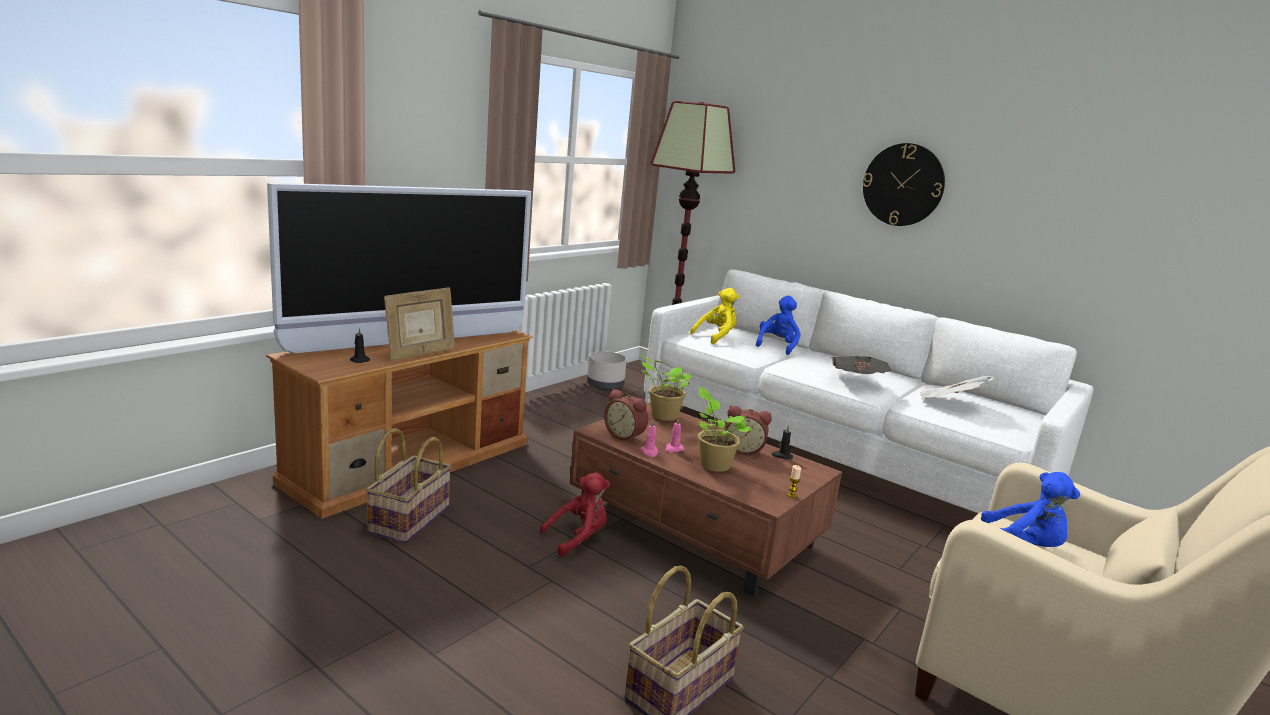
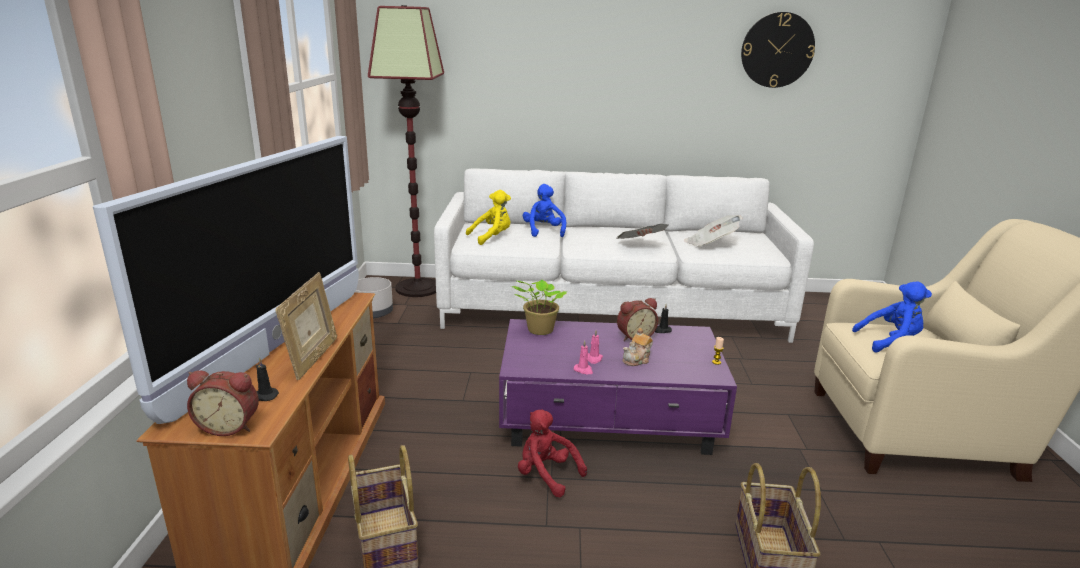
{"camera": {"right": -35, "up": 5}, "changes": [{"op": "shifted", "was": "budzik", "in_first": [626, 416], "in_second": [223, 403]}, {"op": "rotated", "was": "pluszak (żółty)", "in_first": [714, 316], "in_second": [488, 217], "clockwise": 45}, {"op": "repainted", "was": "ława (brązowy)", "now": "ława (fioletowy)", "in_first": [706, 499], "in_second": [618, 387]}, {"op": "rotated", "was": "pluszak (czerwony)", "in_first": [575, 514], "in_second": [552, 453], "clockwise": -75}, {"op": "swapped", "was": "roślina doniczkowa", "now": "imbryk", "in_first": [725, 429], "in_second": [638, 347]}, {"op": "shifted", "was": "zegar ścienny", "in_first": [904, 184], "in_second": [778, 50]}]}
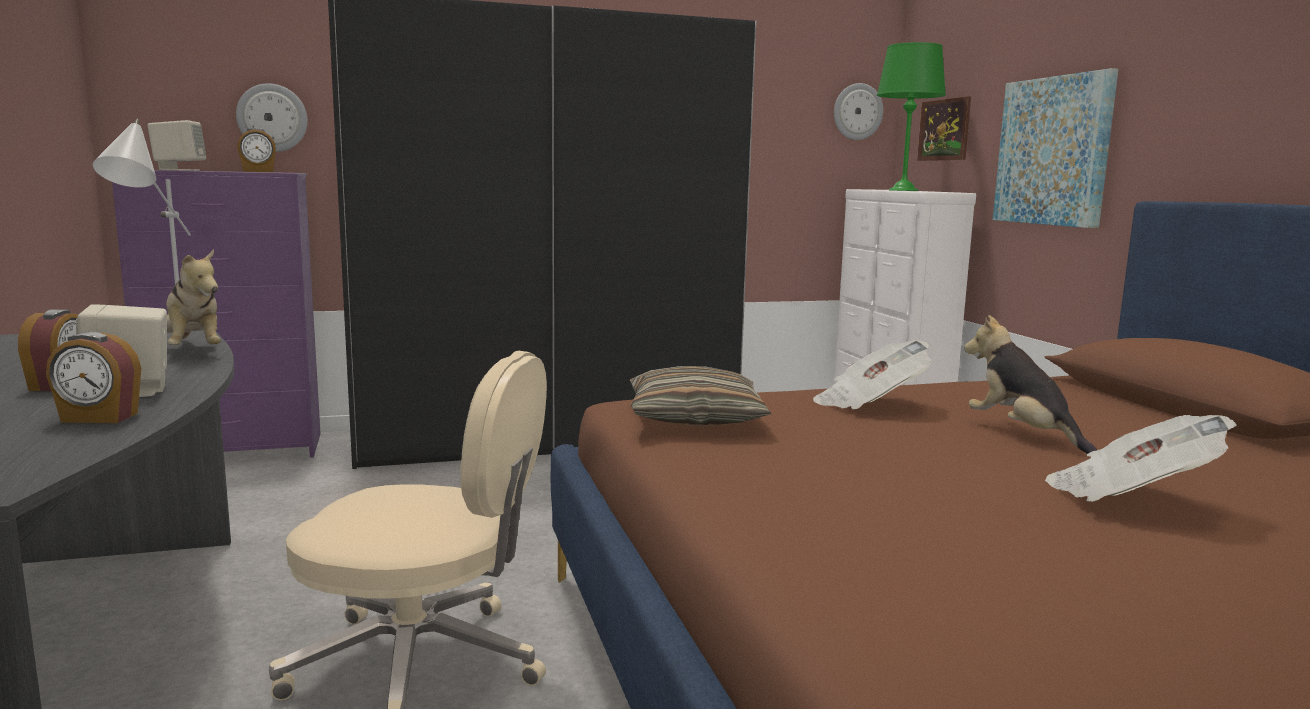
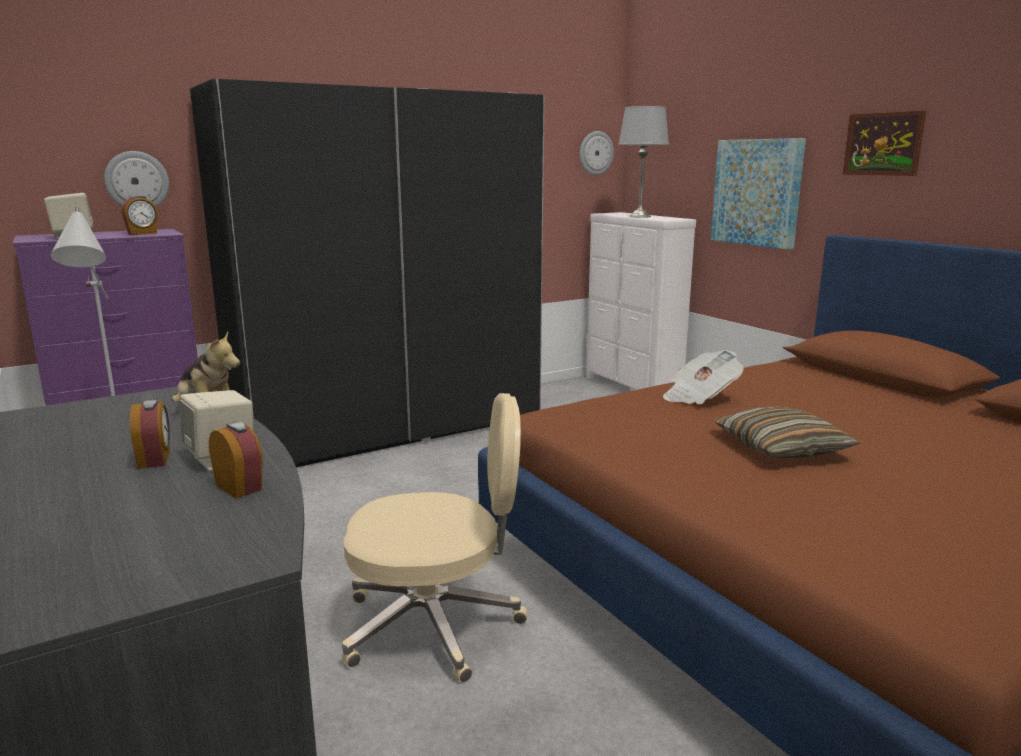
{"camera": {"right": -15, "up": 5}, "changes": [{"op": "rotated", "was": "budzik", "in_first": [93, 377], "in_second": [236, 459], "clockwise": -120}, {"op": "repainted", "was": "lampa stołowa (zielony)", "now": "lampa stołowa (szary)", "in_first": [911, 116], "in_second": [643, 162]}, {"op": "shifted", "was": "poduszka", "in_first": [700, 396], "in_second": [787, 432]}, {"op": "shifted", "was": "obraz", "in_first": [944, 128], "in_second": [884, 143]}, {"op": "gone", "was": "pluszak", "in_first": [1030, 384]}, {"op": "gone", "was": "gazeta", "in_first": [1141, 458]}]}
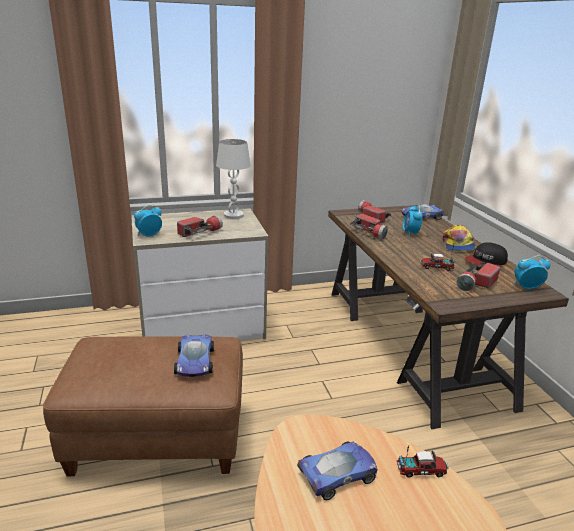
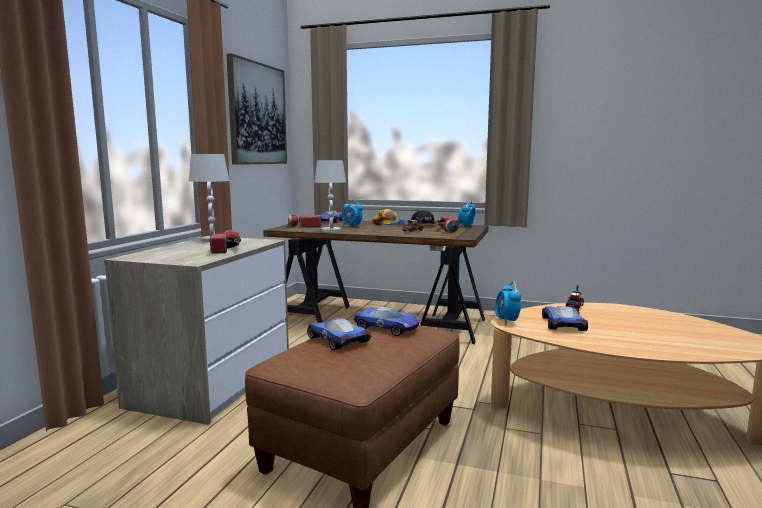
{"camera": {"right": -55, "up": -15}, "changes": [{"op": "new", "now": "obraz", "in_second": [256, 109]}, {"op": "new", "now": "samochodzik", "in_second": [339, 334]}, {"op": "swapped", "was": "latarka", "now": "lampa stołowa (biały)", "in_first": [369, 227], "in_second": [330, 196]}, {"op": "shifted", "was": "budzik", "in_first": [148, 220], "in_second": [508, 303]}]}
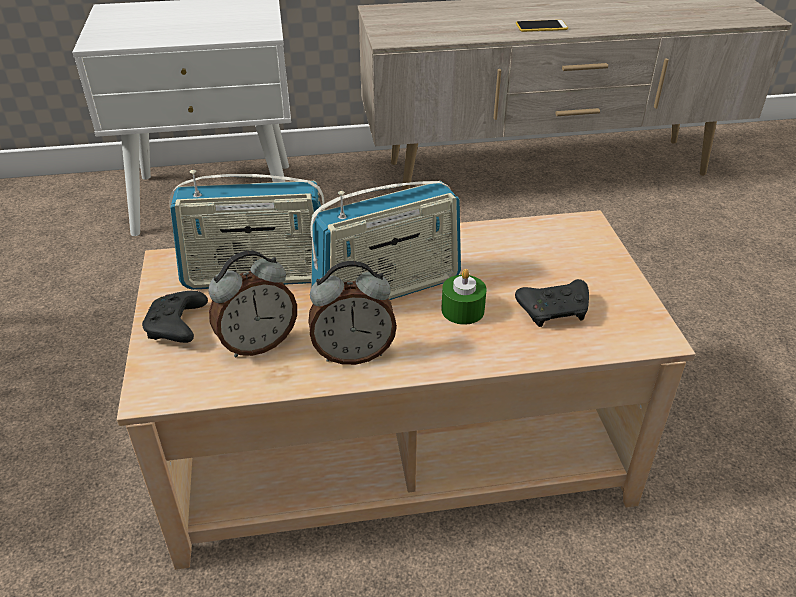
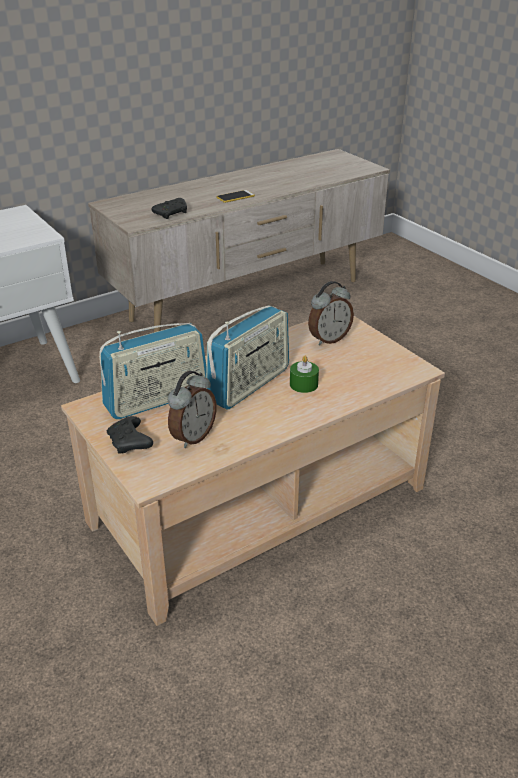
{"camera": {"right": -25, "up": -5}, "changes": [{"op": "shifted", "was": "pad do gier (czarny)", "in_first": [552, 303], "in_second": [169, 208]}, {"op": "shifted", "was": "budzik", "in_first": [352, 313], "in_second": [331, 313]}]}
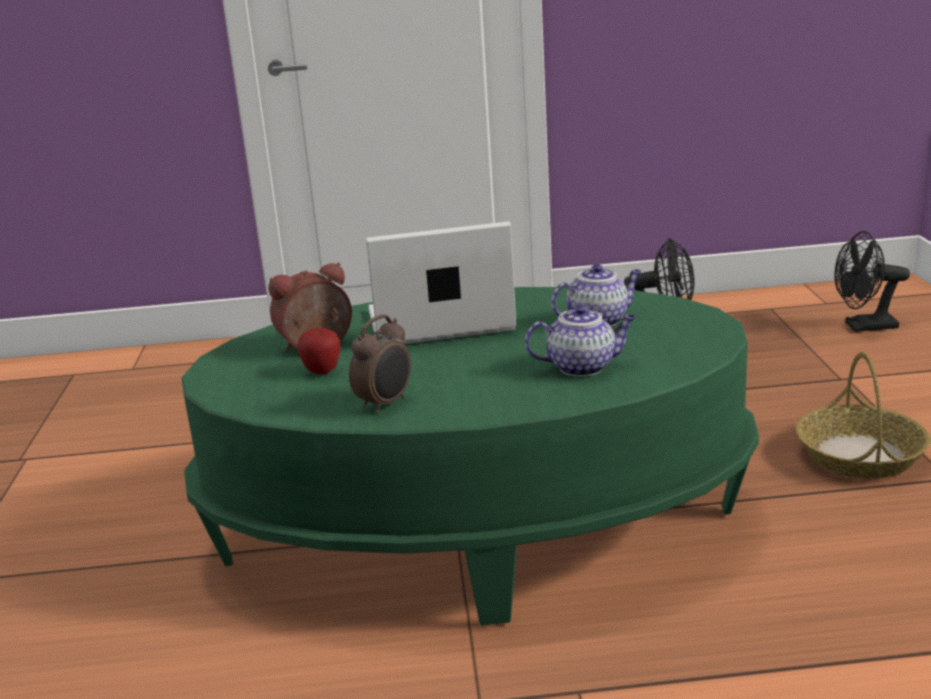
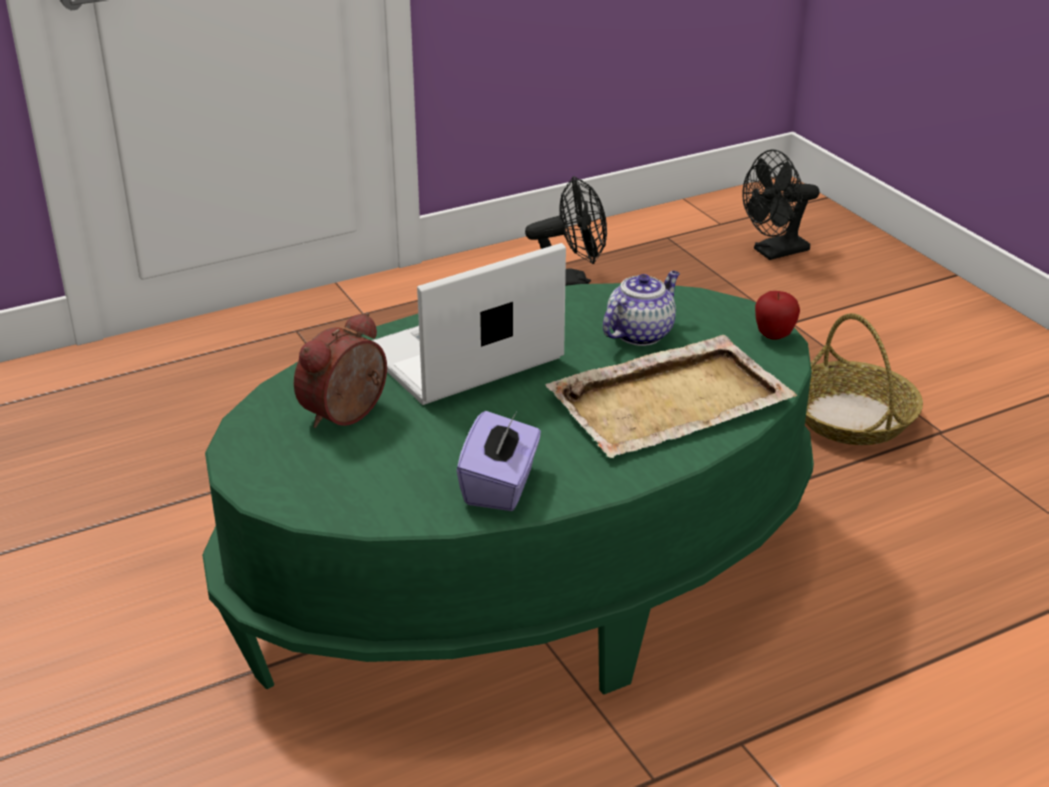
{"camera": {"right": -25, "up": 10}, "changes": [{"op": "swapped", "was": "budzik", "now": "pudełko chusteczek (fioletowy)", "in_first": [380, 364], "in_second": [498, 461]}, {"op": "swapped", "was": "imbryk", "now": "taca (beżowy)", "in_first": [580, 341], "in_second": [671, 396]}, {"op": "shifted", "was": "jabłko", "in_first": [319, 351], "in_second": [777, 315]}]}
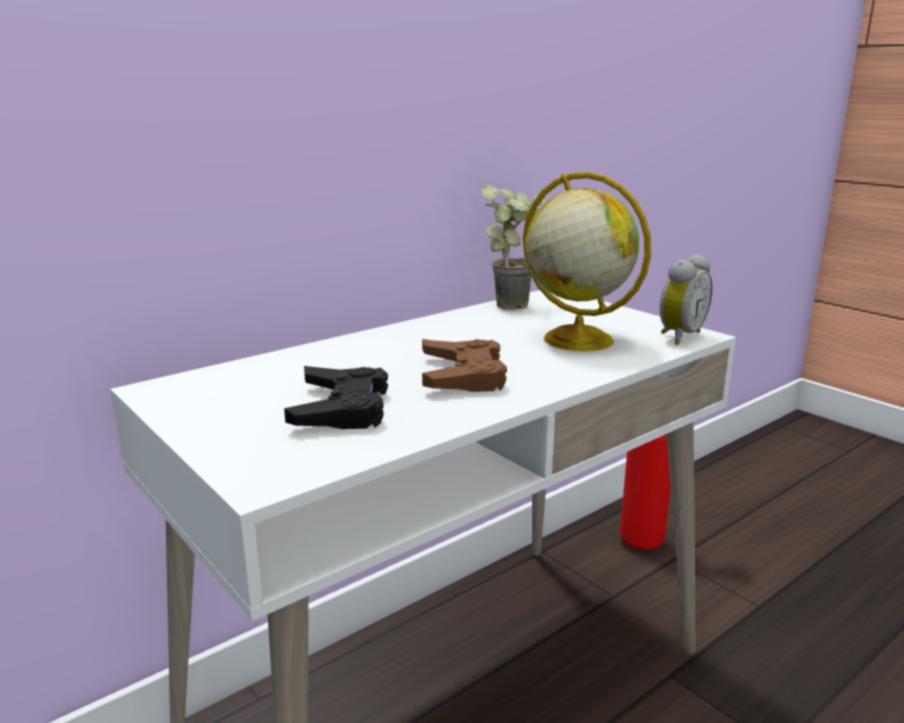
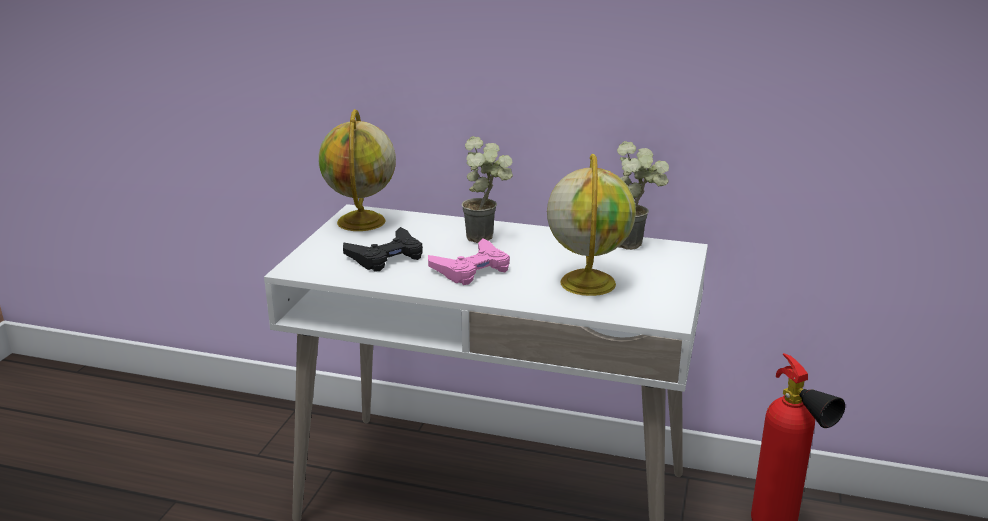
{"camera": {"right": 55, "up": 5}, "changes": [{"op": "new", "now": "globus", "in_second": [357, 170]}, {"op": "repainted", "was": "pad do gier (brązowy)", "now": "pad do gier (różowy)", "in_first": [464, 365], "in_second": [469, 261]}, {"op": "new", "now": "roślina doniczkowa", "in_second": [487, 189]}, {"op": "gone", "was": "budzik", "in_first": [686, 299]}]}
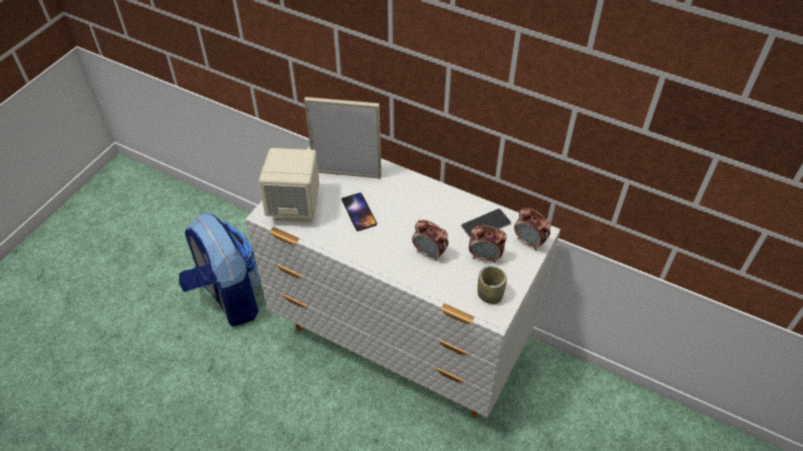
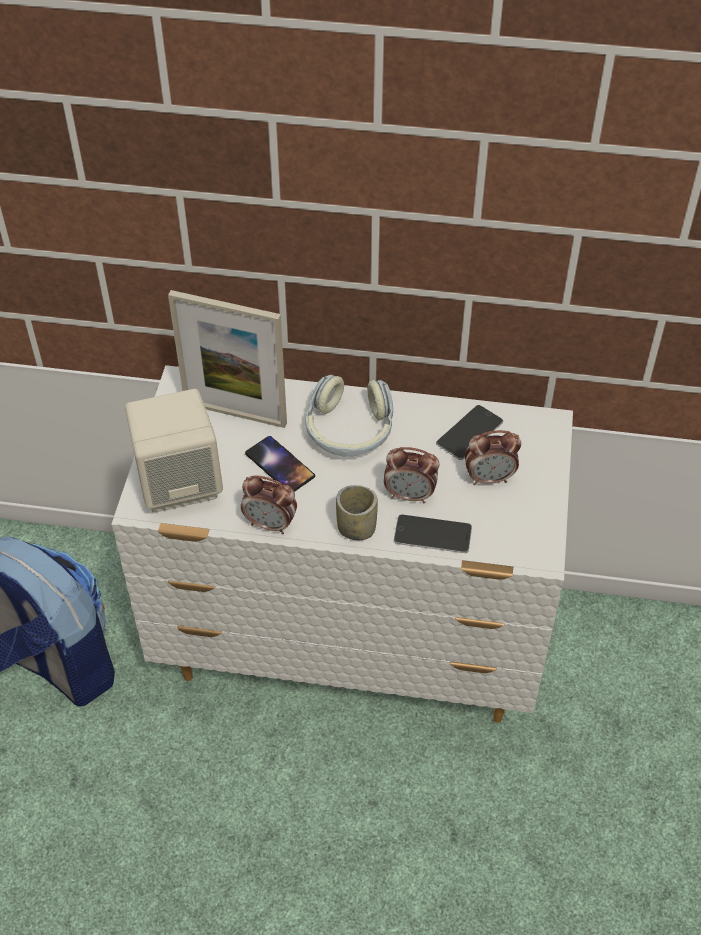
{"camera": {"right": -20, "up": 0}, "changes": [{"op": "rotated", "was": "ramka na zdjęcie", "in_first": [342, 138], "in_second": [227, 359], "clockwise": -150}, {"op": "shifted", "was": "budzik", "in_first": [532, 229], "in_second": [269, 504]}, {"op": "new", "now": "słuchawki", "in_second": [349, 416]}, {"op": "shifted", "was": "filiżanka", "in_first": [492, 285], "in_second": [357, 512]}, {"op": "new", "now": "telefon", "in_second": [433, 534]}]}
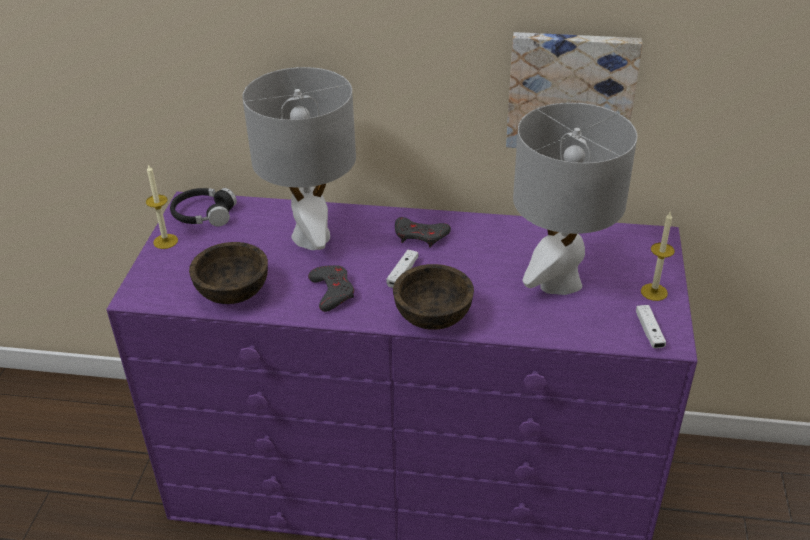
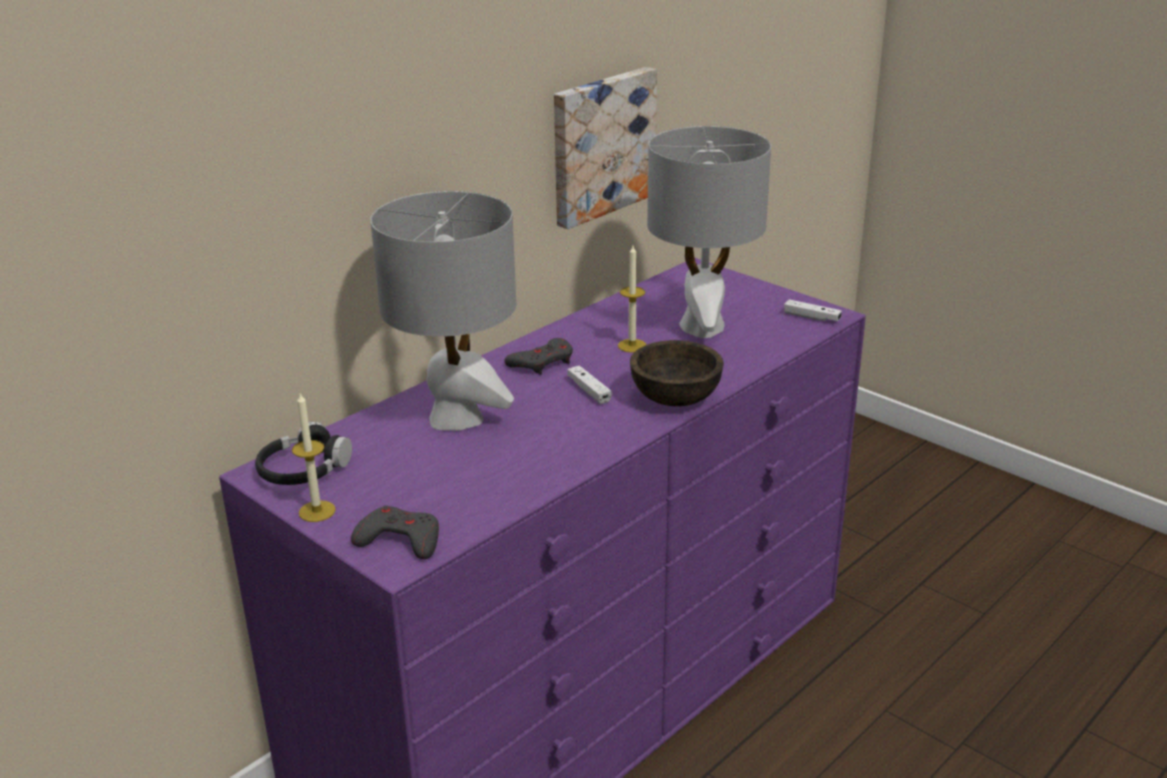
{"camera": {"right": -55, "up": -10}, "changes": [{"op": "shifted", "was": "pad do gier (szary)", "in_first": [331, 288], "in_second": [395, 532]}, {"op": "shifted", "was": "świeca", "in_first": [658, 256], "in_second": [632, 299]}, {"op": "gone", "was": "miska (brązowy)", "in_first": [228, 273]}]}
